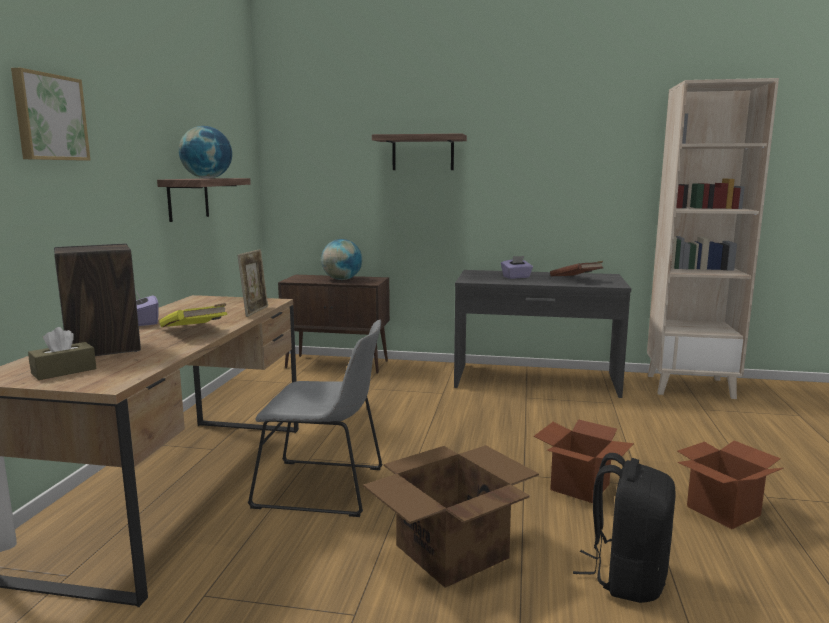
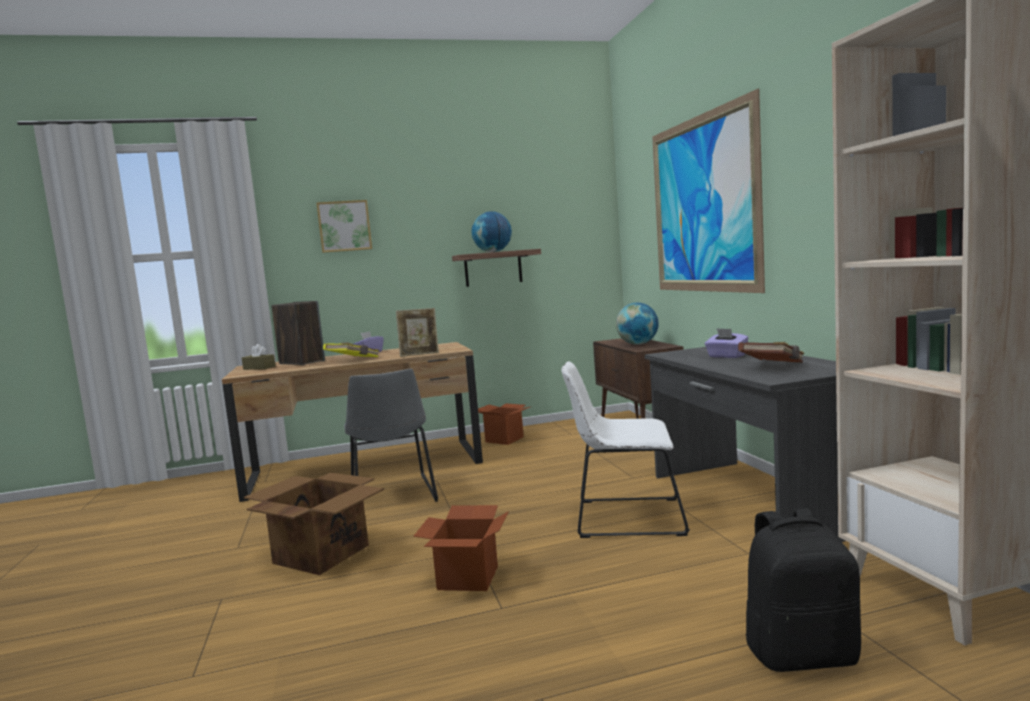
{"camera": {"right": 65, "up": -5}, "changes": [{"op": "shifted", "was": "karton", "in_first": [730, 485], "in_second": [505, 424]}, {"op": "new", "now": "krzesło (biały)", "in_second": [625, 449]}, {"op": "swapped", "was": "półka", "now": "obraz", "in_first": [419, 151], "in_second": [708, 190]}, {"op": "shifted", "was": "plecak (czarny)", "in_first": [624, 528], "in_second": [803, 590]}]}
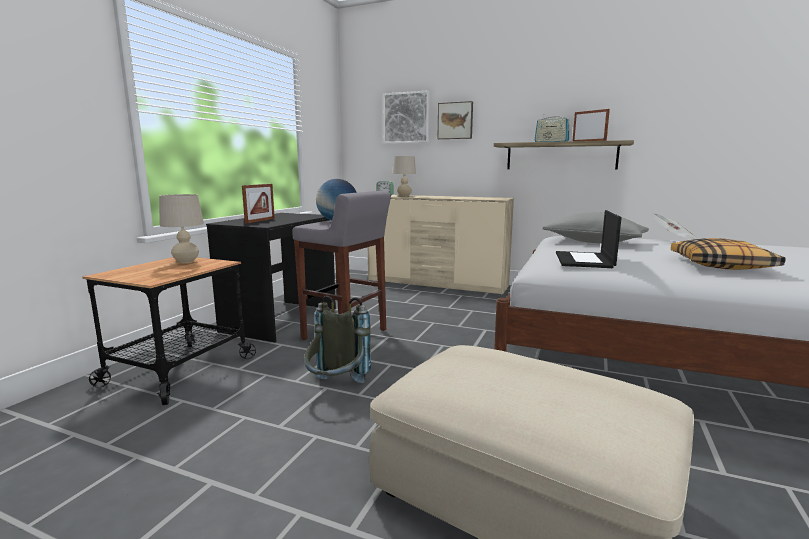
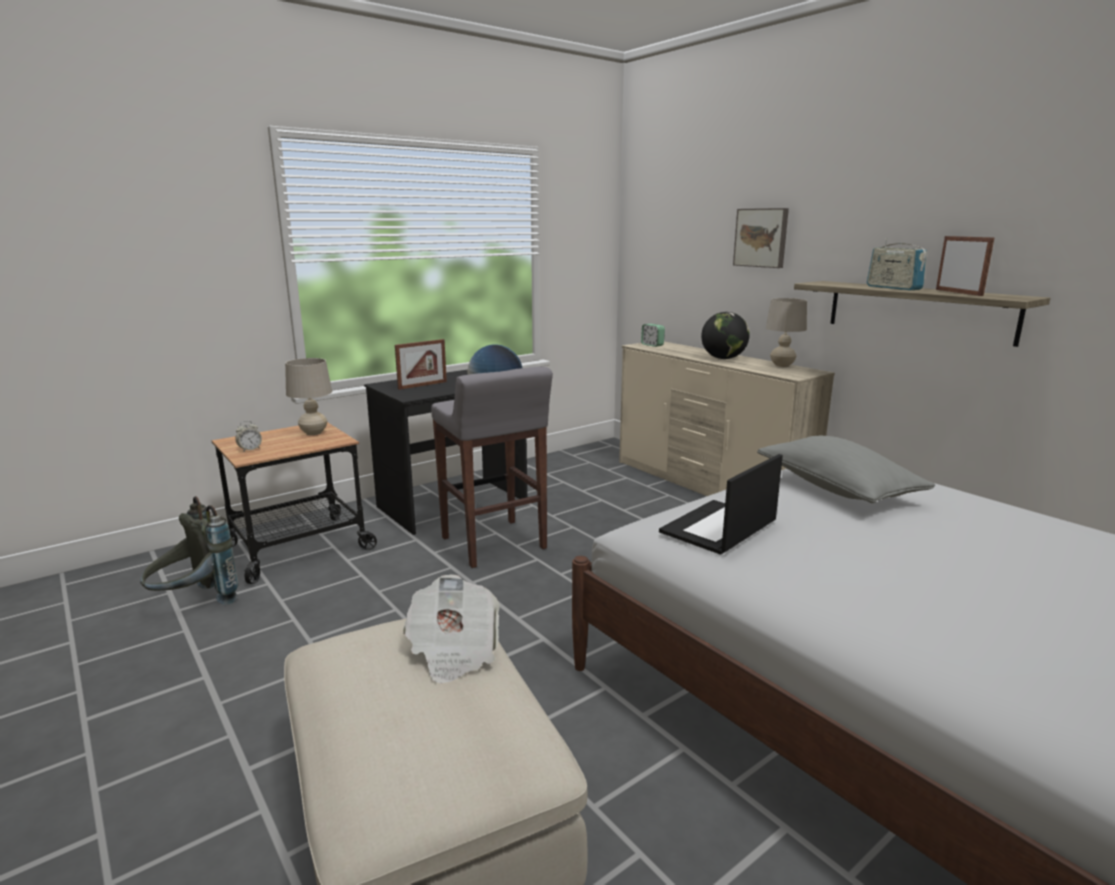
{"camera": {"right": 30, "up": 5}, "changes": [{"op": "shifted", "was": "plecak (szary)", "in_first": [337, 339], "in_second": [189, 550]}, {"op": "new", "now": "budzik", "in_second": [248, 436]}, {"op": "shifted", "was": "gazeta", "in_first": [675, 226], "in_second": [451, 629]}, {"op": "new", "now": "globus", "in_second": [725, 335]}, {"op": "shifted", "was": "lampa stołowa (beżowy)", "in_first": [404, 176], "in_second": [786, 332]}, {"op": "gone", "was": "obraz", "in_first": [406, 117]}, {"op": "gone", "was": "poduszka", "in_first": [728, 254]}]}
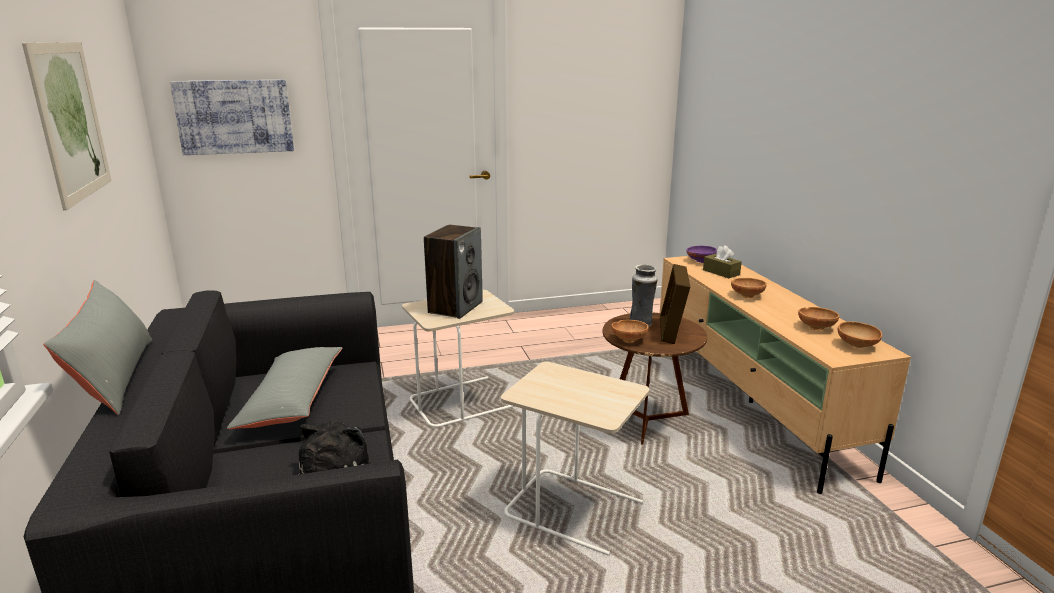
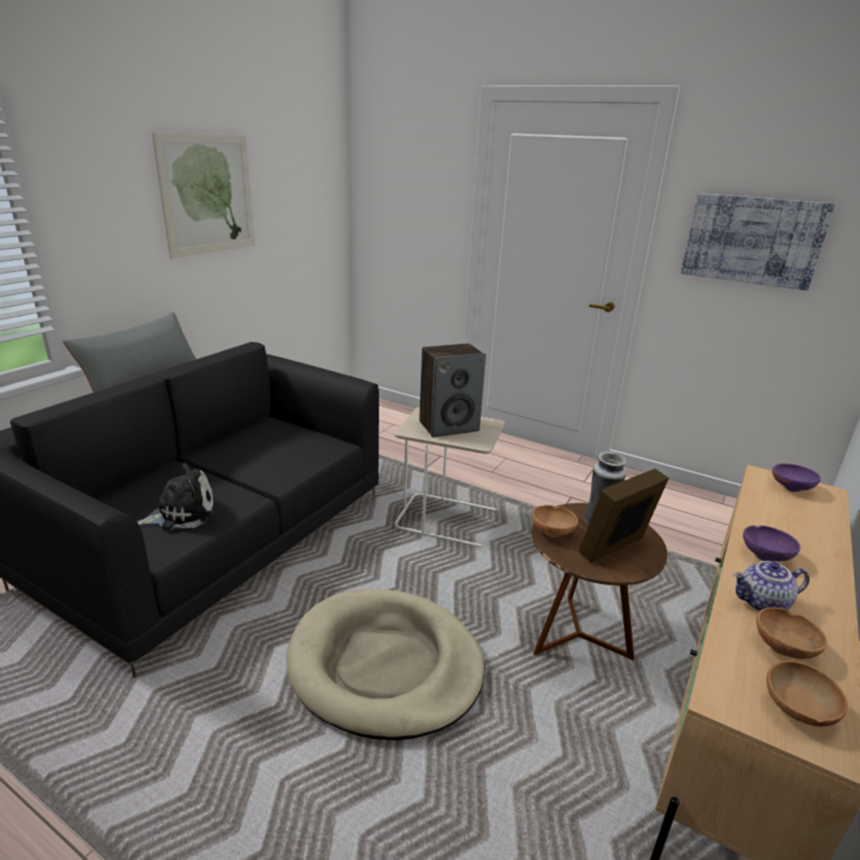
{"camera": {"right": 45, "up": 5}, "changes": [{"op": "swapped", "was": "stolik (beżowy)", "now": "legowisko (beżowy)", "in_first": [575, 459], "in_second": [385, 664]}, {"op": "shifted", "was": "obraz", "in_first": [232, 117], "in_second": [758, 242]}, {"op": "new", "now": "imbryk", "in_second": [771, 586]}, {"op": "repainted", "was": "miska (brązowy)", "now": "miska (fioletowy)", "in_first": [749, 288], "in_second": [771, 543]}, {"op": "gone", "was": "poduszka (szary)", "in_first": [284, 388]}, {"op": "gone", "was": "pudełko chusteczek (brązowy)", "in_first": [722, 261]}]}
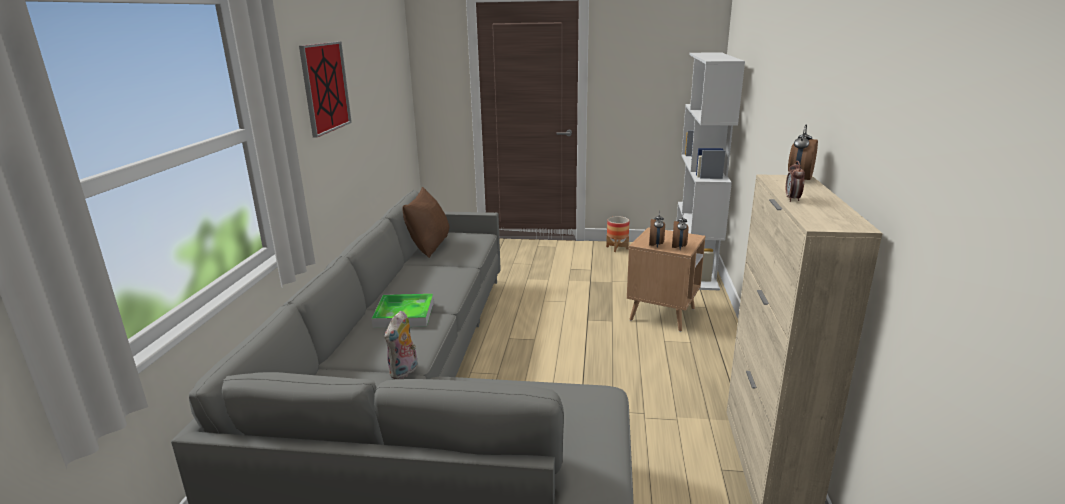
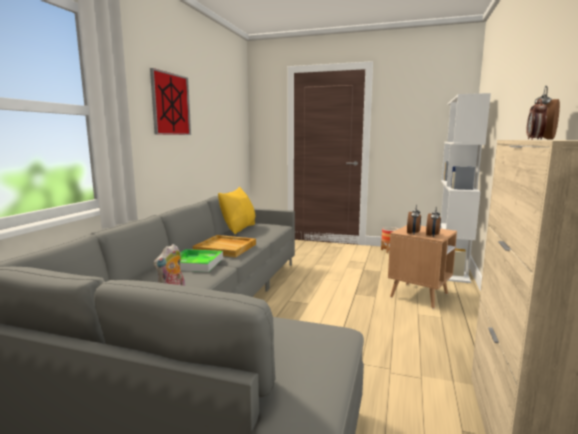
{"camera": {"right": 10, "up": -10}, "changes": [{"op": "new", "now": "taca (beżowy)", "in_second": [224, 246]}, {"op": "repainted", "was": "poduszka (brązowy)", "now": "poduszka (żółty)", "in_first": [426, 222], "in_second": [236, 210]}]}
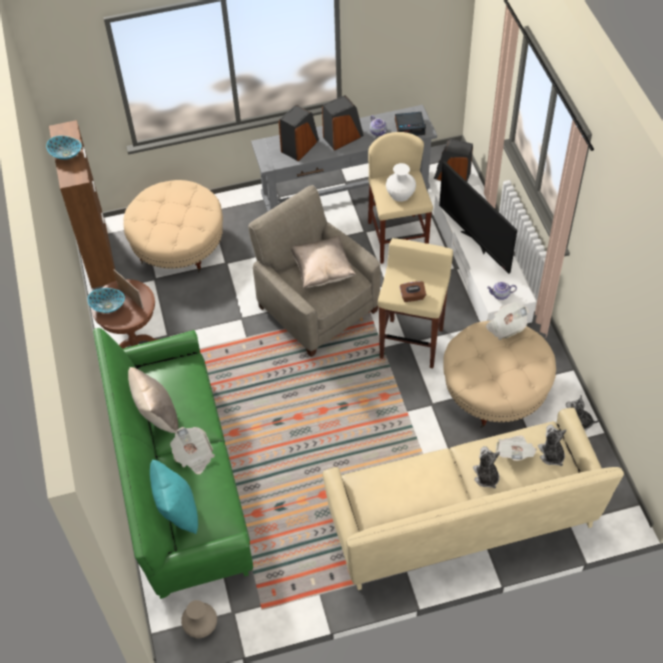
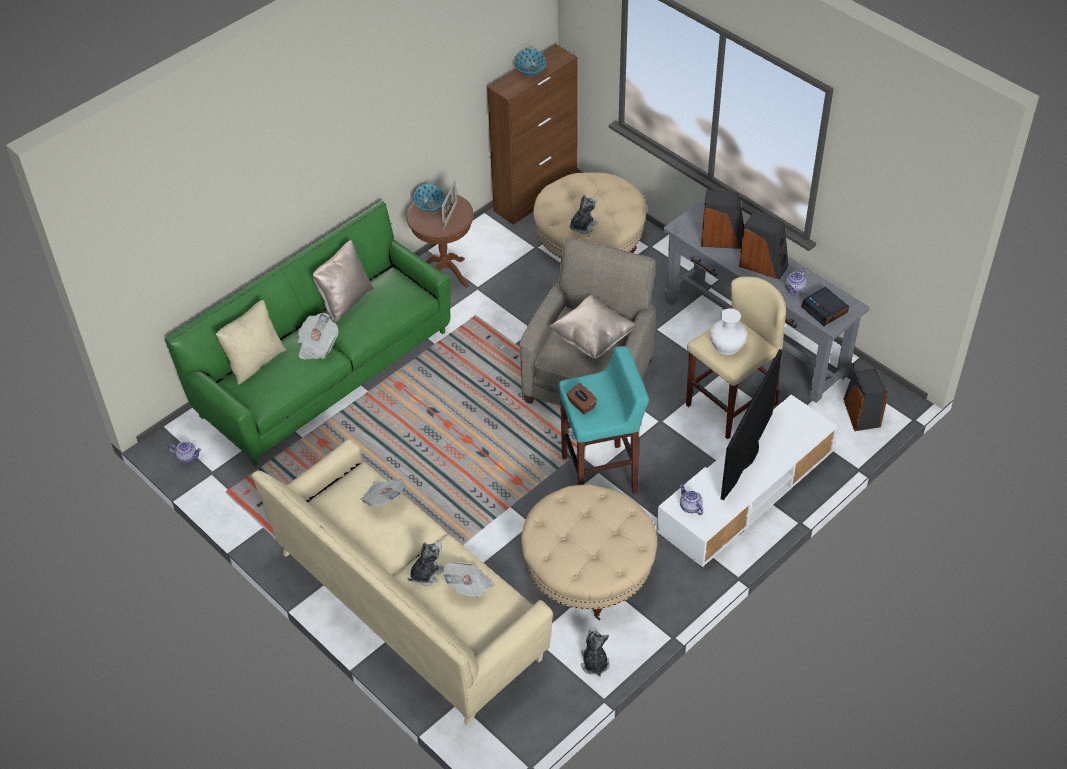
{"camera": {"right": 60, "up": -5}, "changes": [{"op": "swapped", "was": "wazon (beżowy)", "now": "imbryk", "in_first": [199, 619], "in_second": [184, 452]}, {"op": "repainted", "was": "poduszka (turkusowy)", "now": "poduszka (beżowy)", "in_first": [174, 497], "in_second": [251, 342]}, {"op": "shifted", "was": "gazeta", "in_first": [507, 321], "in_second": [383, 493]}, {"op": "repainted", "was": "stołek (beżowy)", "now": "stołek (turkusowy)", "in_first": [415, 303], "in_second": [604, 420]}, {"op": "shifted", "was": "pluszak", "in_first": [552, 445], "in_second": [584, 214]}]}
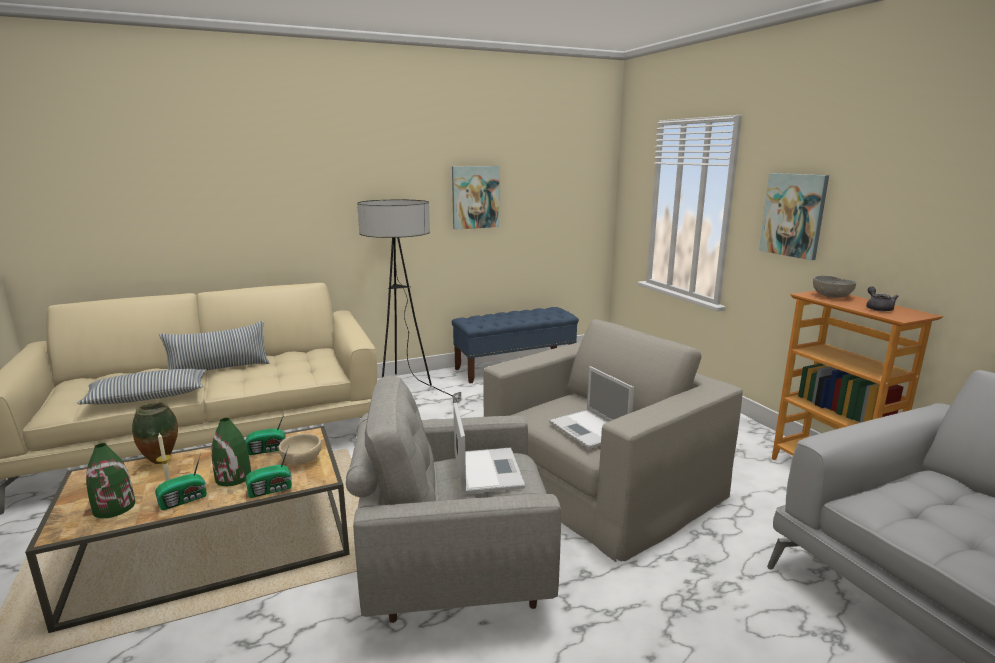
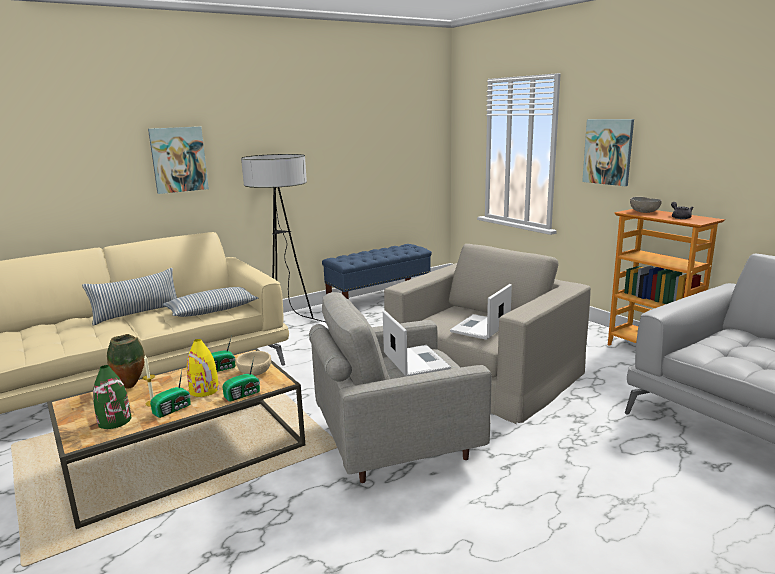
{"camera": {"right": -10, "up": 0}, "changes": [{"op": "shifted", "was": "obraz", "in_first": [475, 198], "in_second": [178, 160]}, {"op": "shifted", "was": "poduszka", "in_first": [141, 386], "in_second": [210, 302]}, {"op": "repainted", "was": "wazon (zielony)", "now": "wazon (żółty)", "in_first": [231, 452], "in_second": [203, 368]}, {"op": "rotated", "was": "laptop", "in_first": [591, 407], "in_second": [481, 312], "clockwise": 75}]}
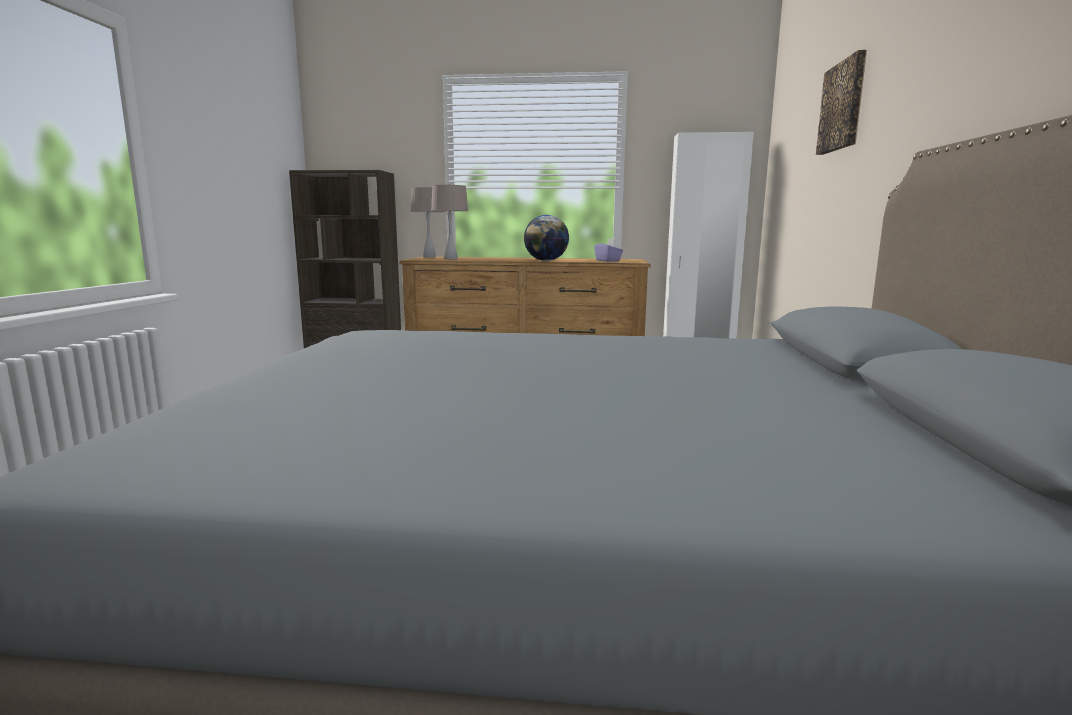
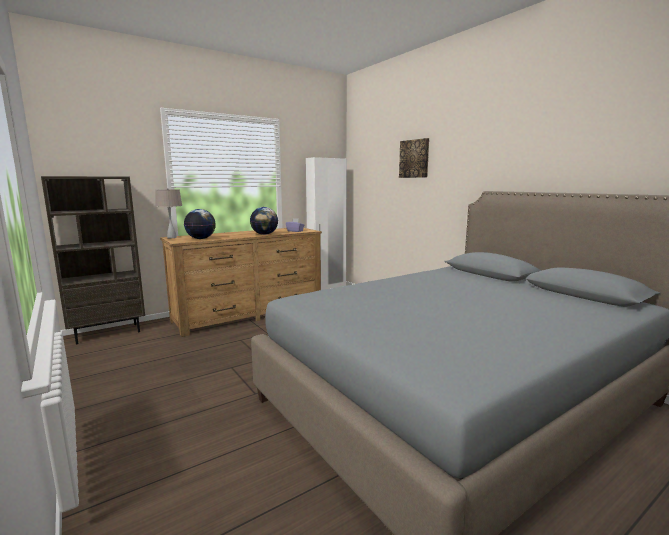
{"camera": {"right": -40, "up": 0}, "changes": [{"op": "swapped", "was": "lampa stołowa (beżowy)", "now": "globus", "in_first": [449, 222], "in_second": [200, 224]}]}
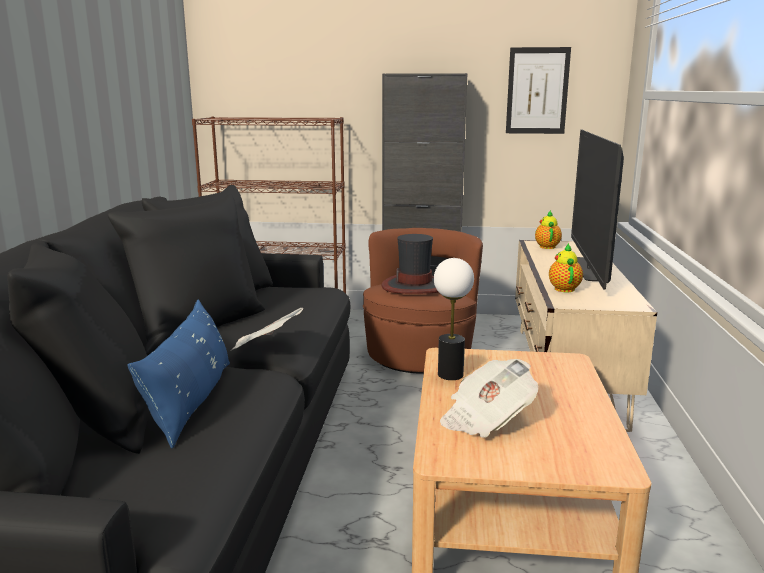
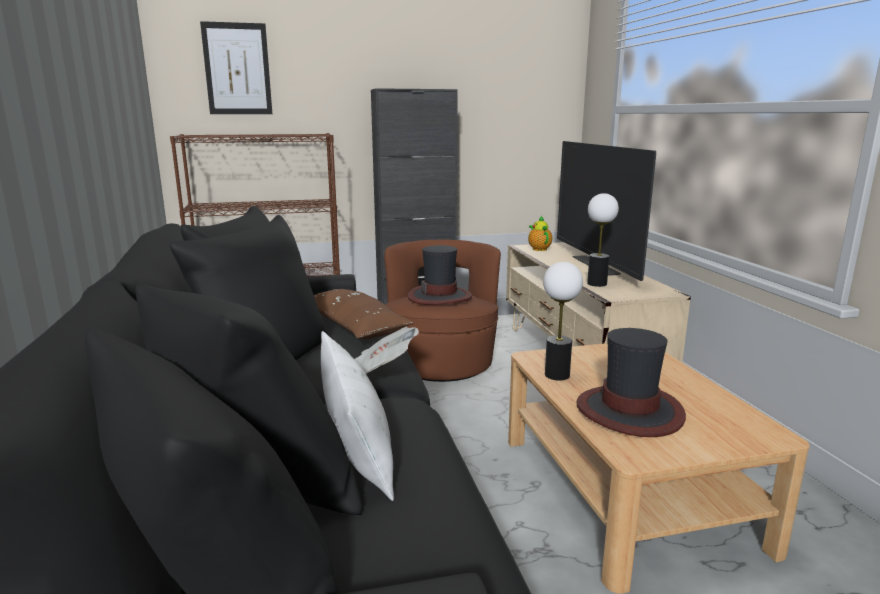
{"camera": {"right": -20, "up": 0}, "changes": [{"op": "shifted", "was": "obraz", "in_first": [538, 90], "in_second": [236, 67]}, {"op": "new", "now": "poduszka (brązowy)", "in_second": [364, 314]}, {"op": "repainted", "was": "poduszka (niebieski)", "now": "poduszka (biały)", "in_first": [178, 374], "in_second": [357, 416]}, {"op": "swapped", "was": "gazeta", "now": "kapelusz", "in_first": [489, 398], "in_second": [631, 382]}, {"op": "swapped", "was": "imbryk", "now": "lampa stołowa", "in_first": [566, 267], "in_second": [603, 240]}]}
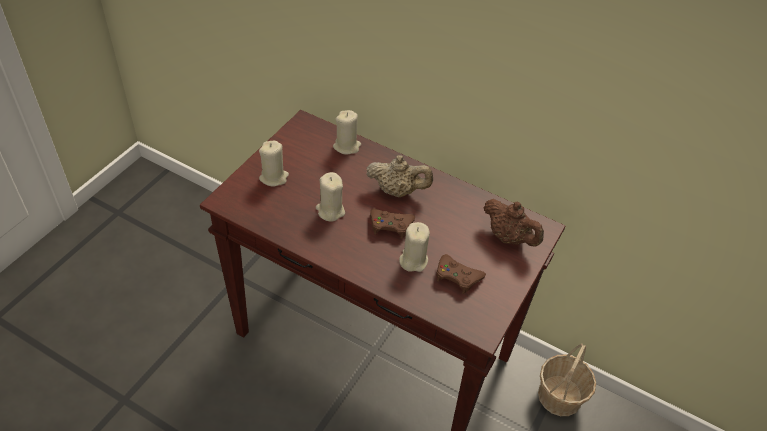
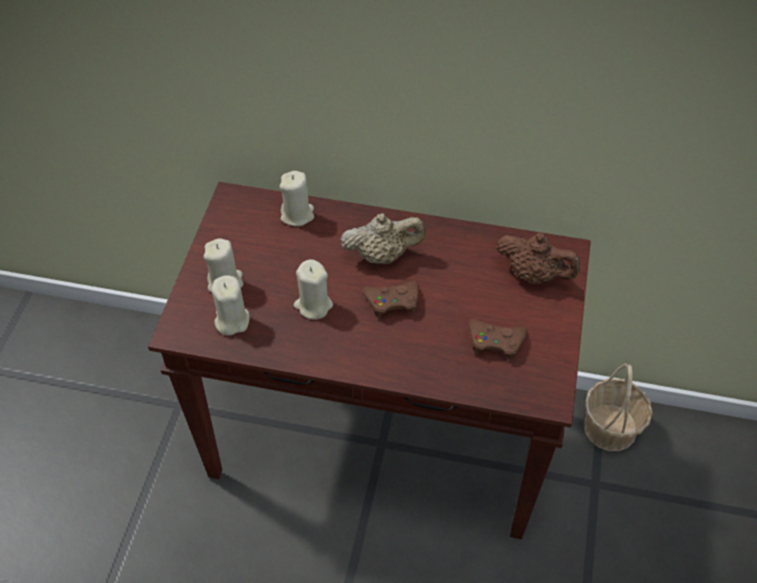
{"camera": {"right": -15, "up": 5}, "changes": [{"op": "shifted", "was": "świeca (beżowy)", "in_first": [414, 247], "in_second": [230, 305]}]}
